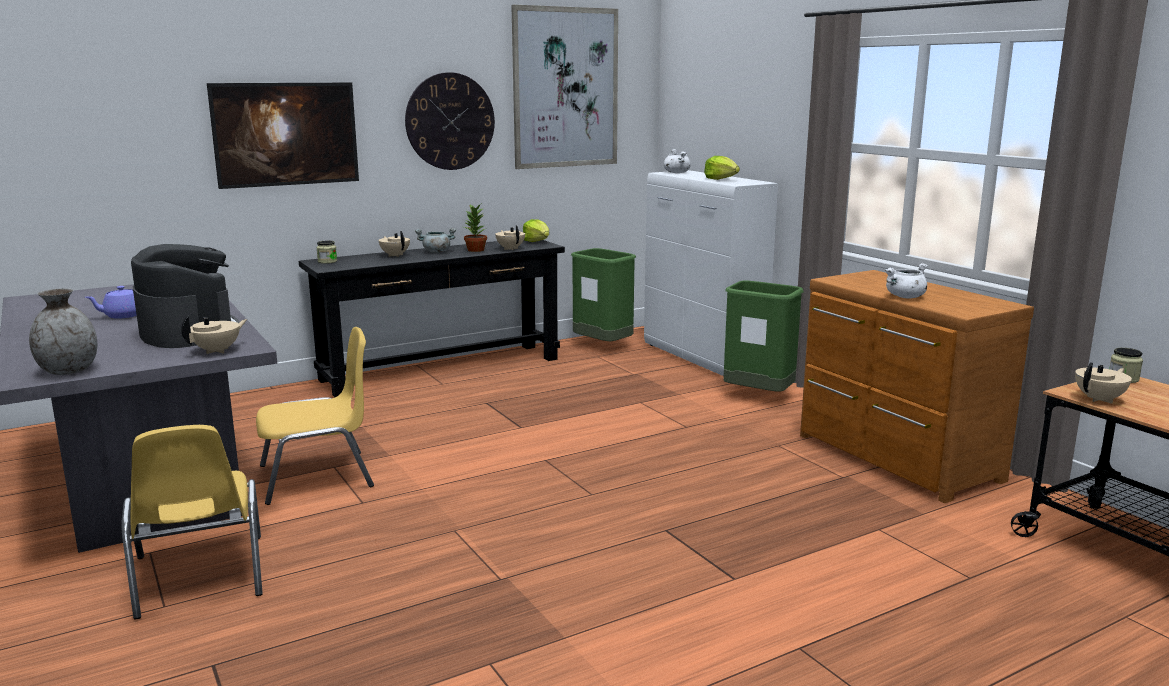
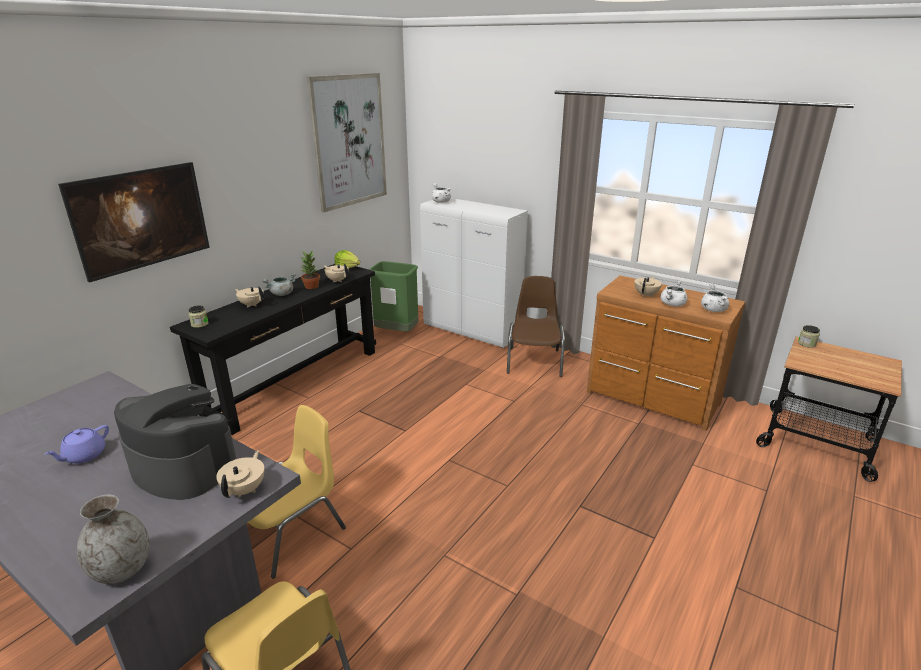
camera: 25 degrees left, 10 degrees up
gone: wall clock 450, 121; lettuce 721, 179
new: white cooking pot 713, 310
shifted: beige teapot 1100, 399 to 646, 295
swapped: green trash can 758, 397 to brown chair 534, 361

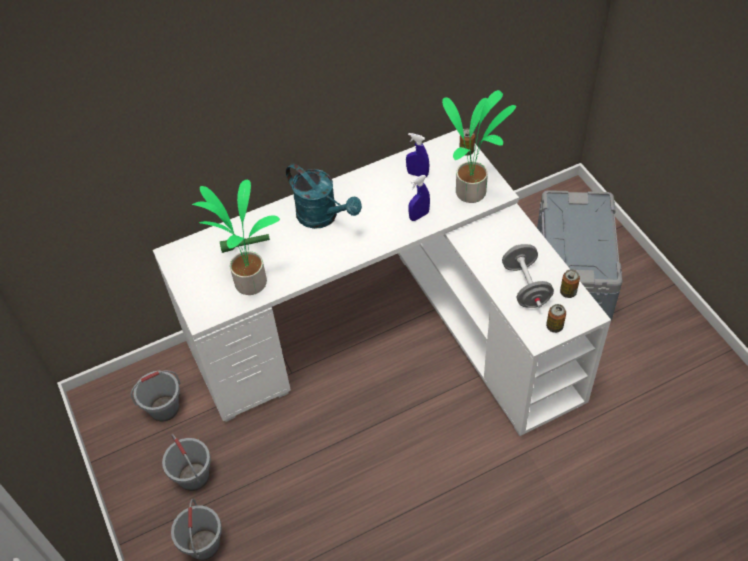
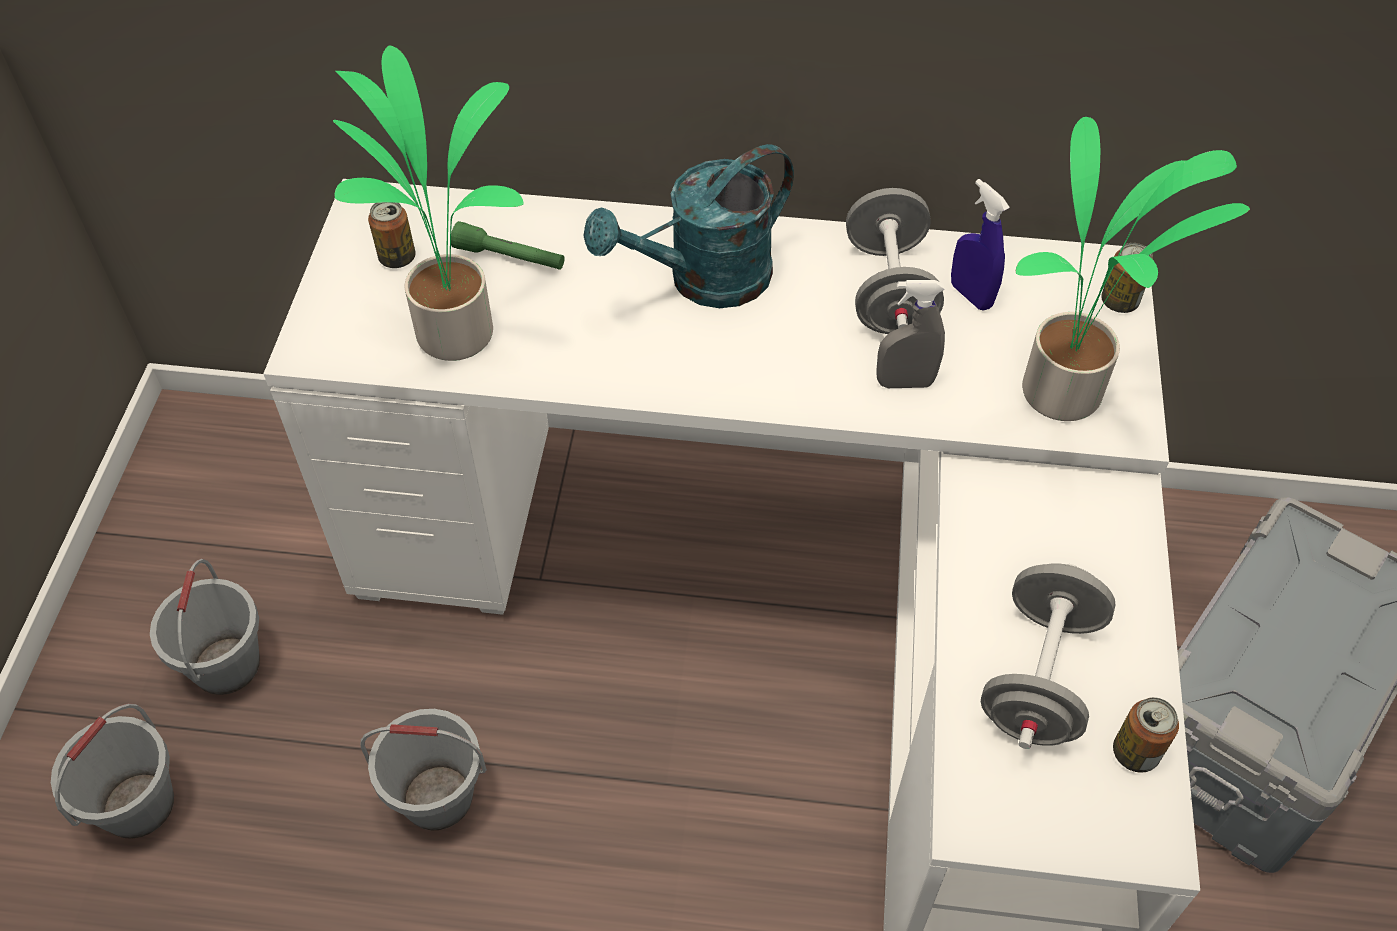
camera: 30 degrees right, 0 degrees up
new: grey dumbbell 888, 290
shifted: grey bucket 164, 408 to 438, 796; can 554, 326 to 397, 258
repainted: blue spray bottle 419, 216 to grey spray bottle 904, 383
rotated: turquoise watering can 323, 217 = 703, 281 75 degrees clockwise

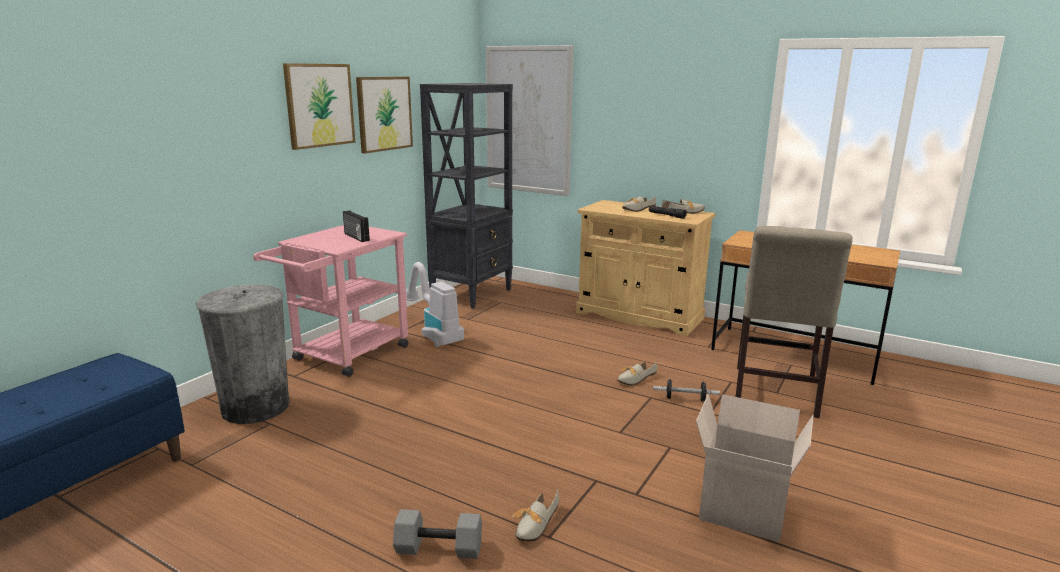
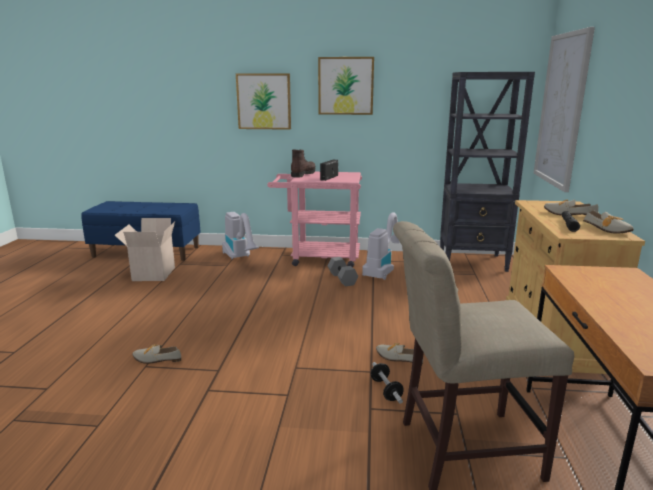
camera: 65 degrees right, 0 degrees up
new: brown boot 303, 174
shifted: cardboard box 741, 512 to 152, 273; picture 384, 113 to 264, 101; grey dumbbell 438, 550 to 341, 279
swapped: grey trash can 255, 407 to vacuum cleaner 240, 258

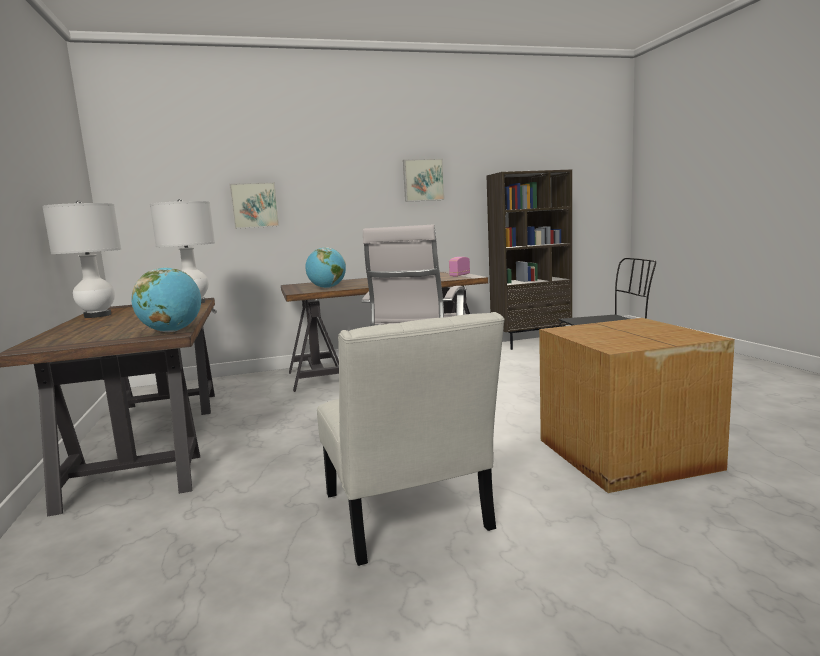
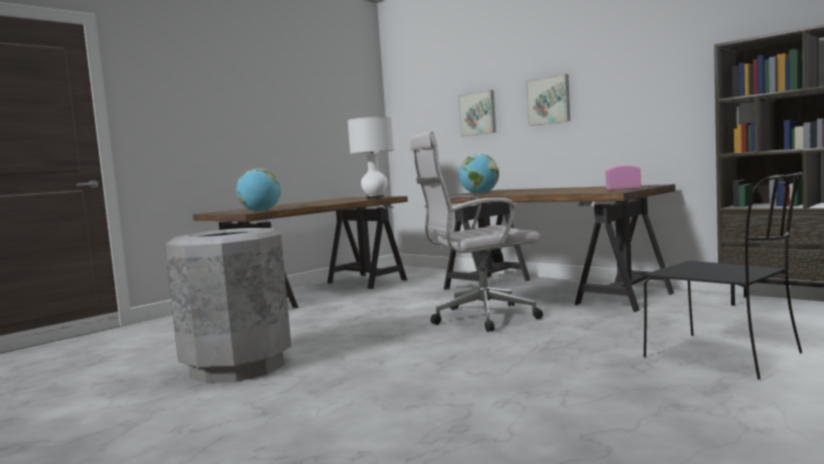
camera: 60 degrees right, 5 degrees down
gone: white table lamp 97, 315; cardboard box 625, 455
shifted: picture 423, 180 to 549, 100
swapped: white chair 407, 517 to grey trash can 237, 367

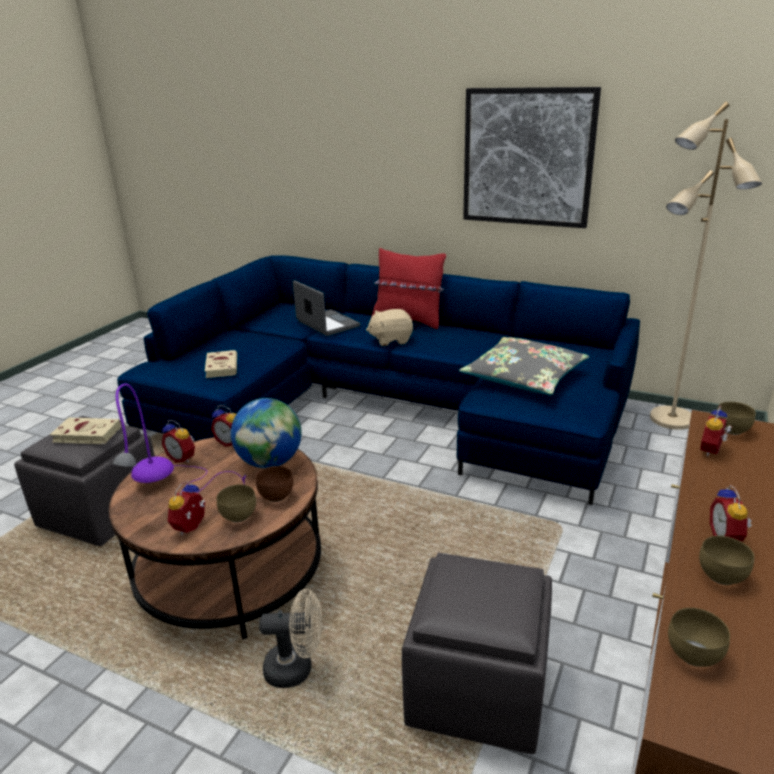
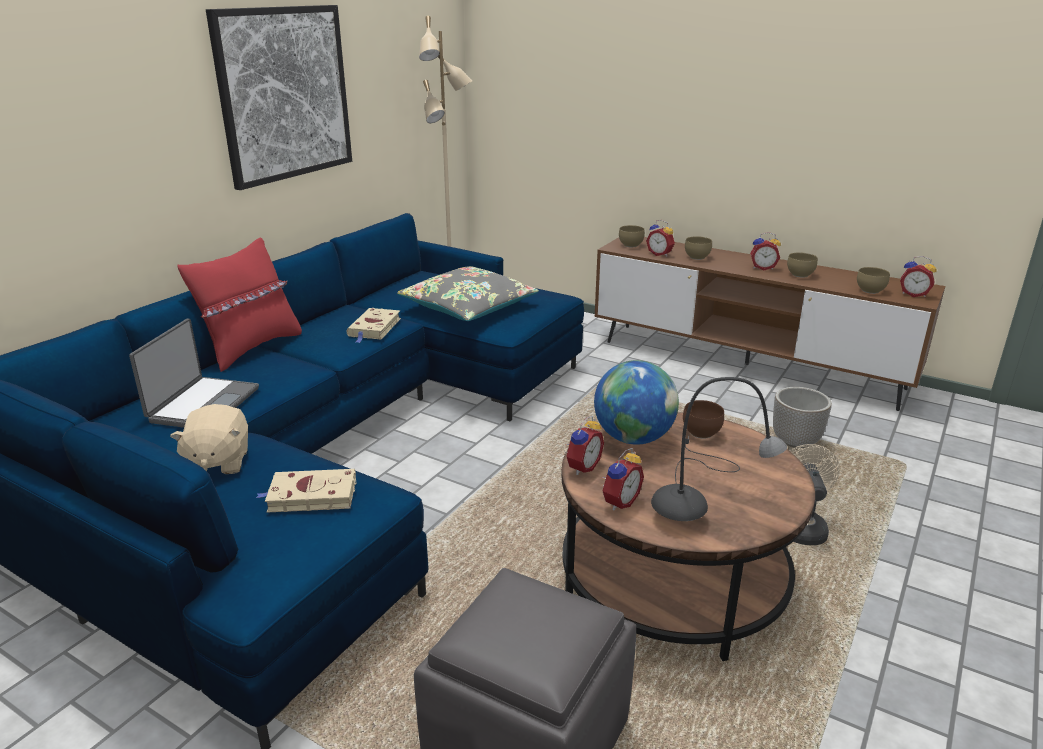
camera: 85 degrees left, 0 degrees up
shifted: beige plush toy 391, 340 to 218, 462; beige book 85, 434 to 374, 328; brown bowl 238, 515 to 696, 257; alarm clock 192, 528 to 914, 294
swapped: grey ottoman 479, 691 to planter 796, 441
repainted: purple table lamp 168, 491 to grey table lamp 698, 505
rotated: laptop 326, 324 = 203, 404 135 degrees clockwise

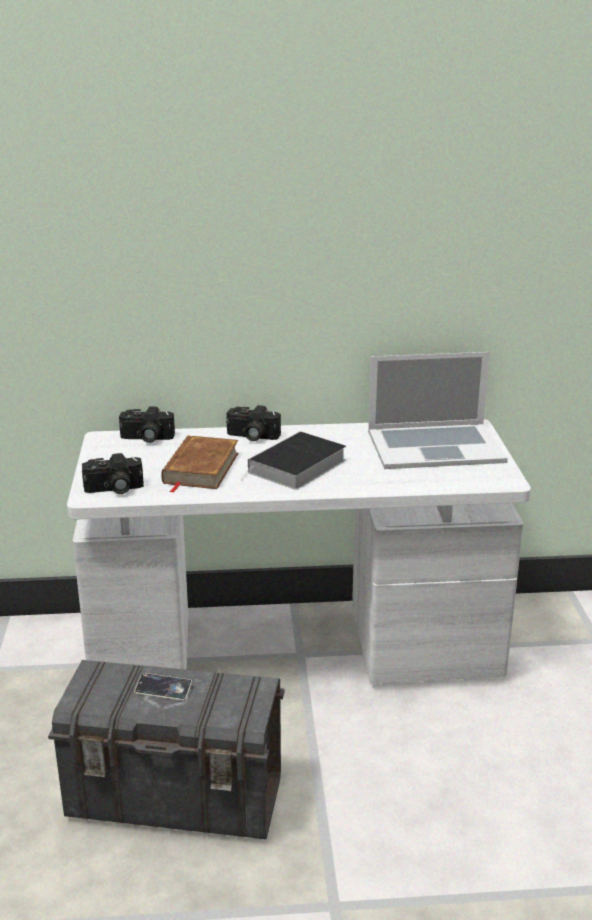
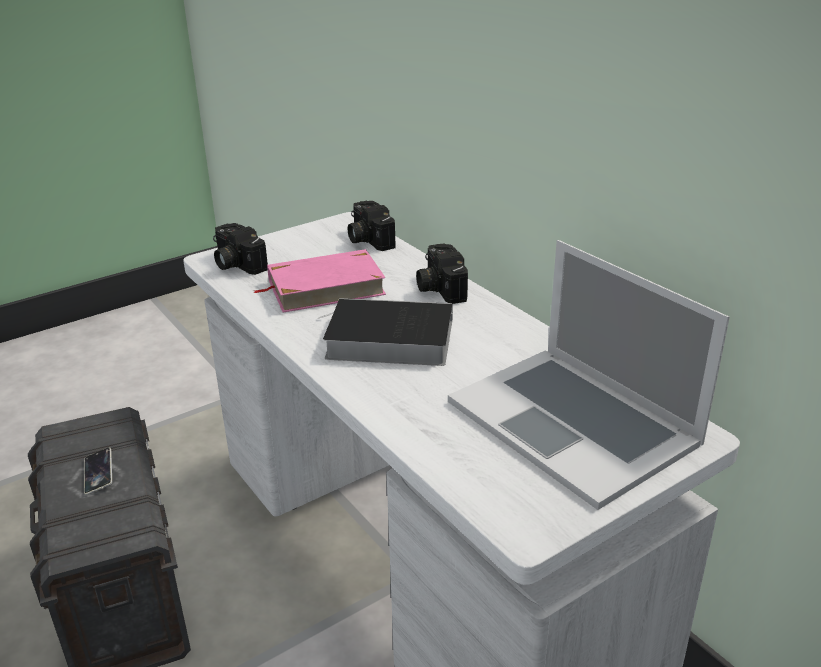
camera: 60 degrees right, 5 degrees up
repainted: brown book 200, 468 to pink book 325, 287

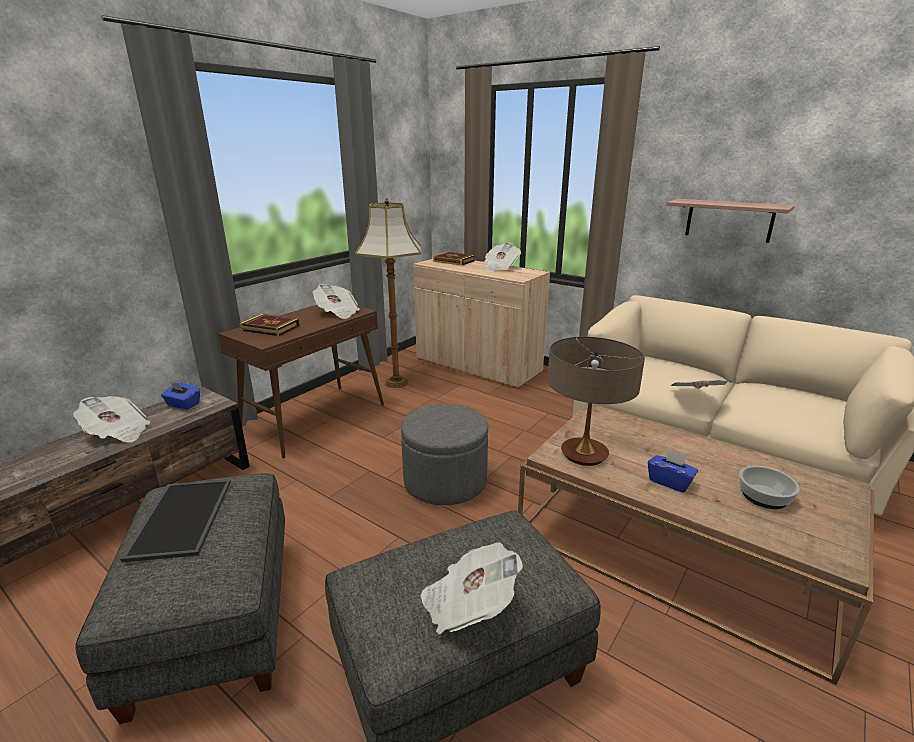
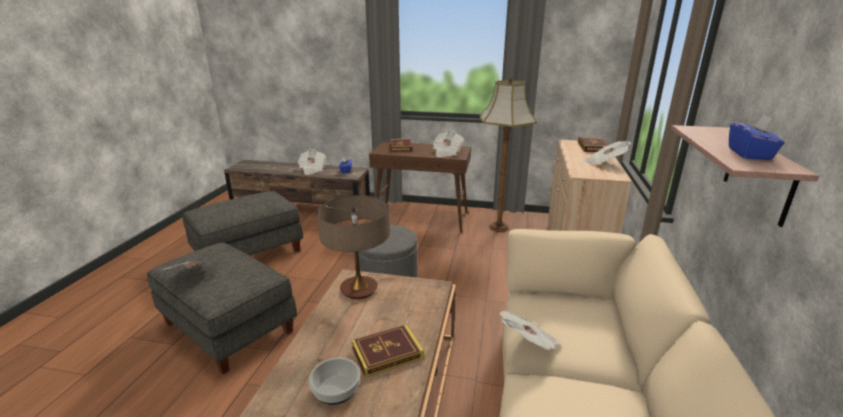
camera: 65 degrees right, 0 degrees up
gone: tray 180, 517
new: book 387, 353
shifted: blue tissue box 670, 482 to 749, 154

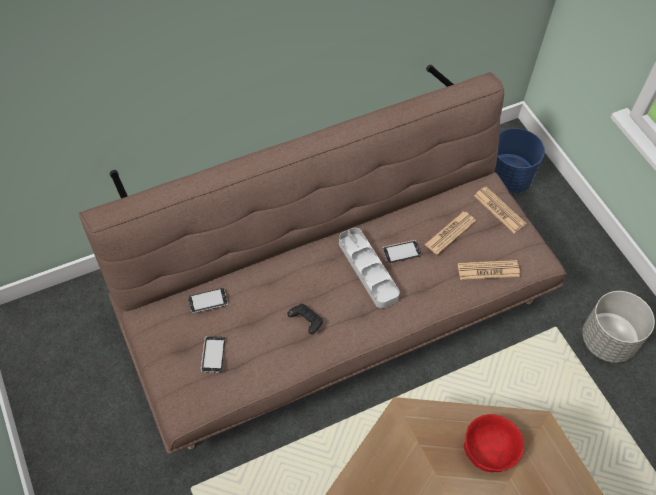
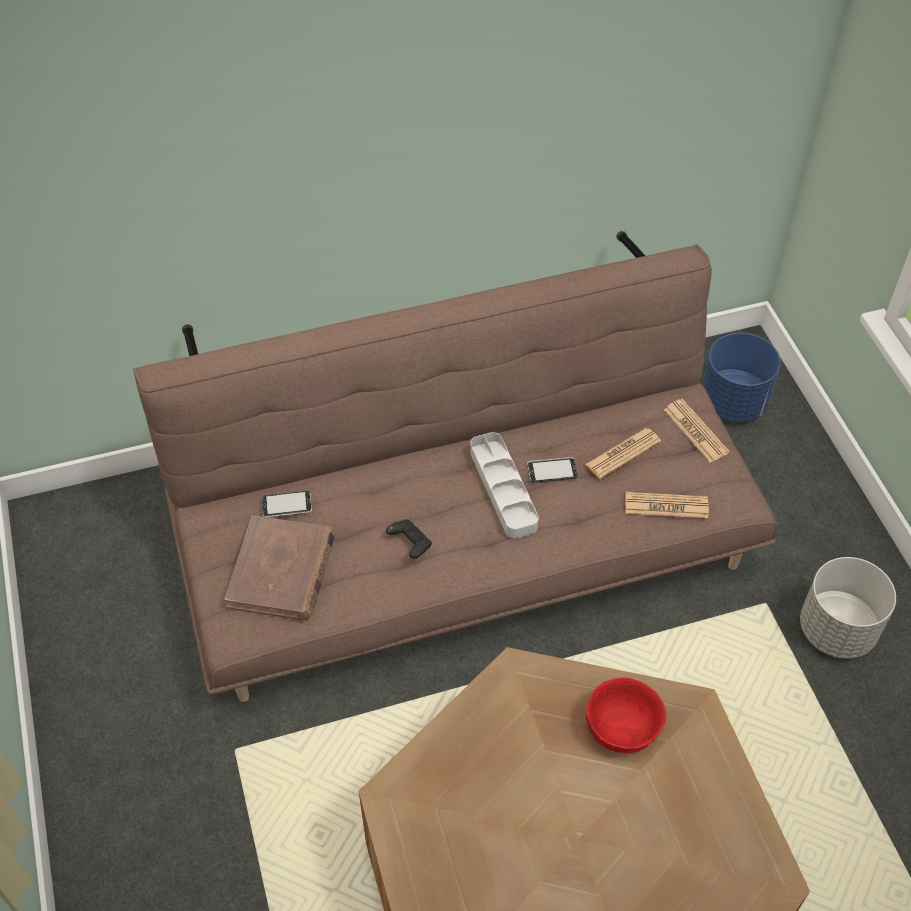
camera: 10 degrees right, 5 degrees down
swapped: phone 213, 355 to brown book 282, 571

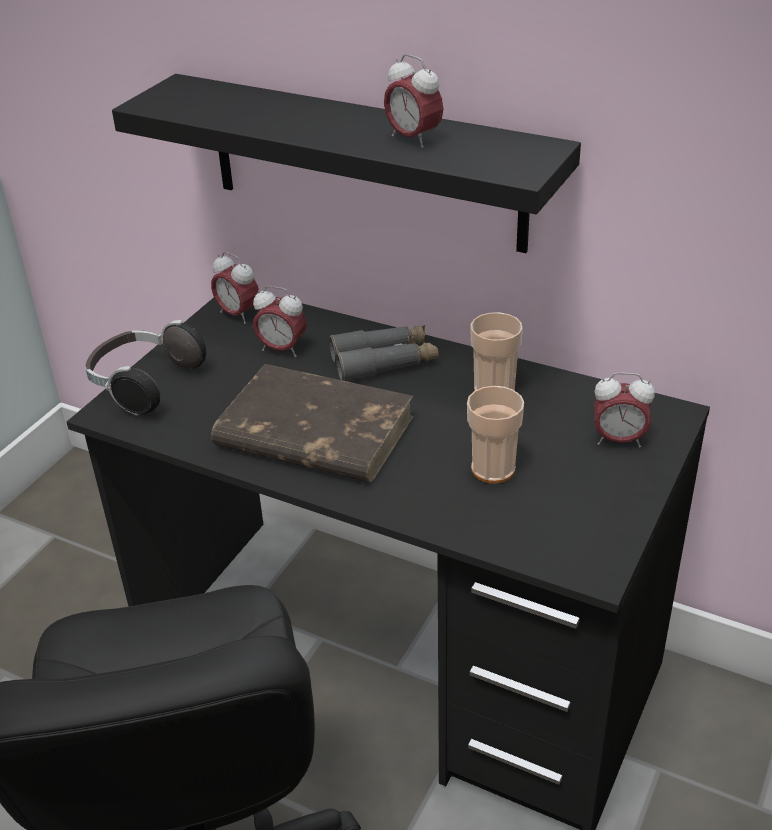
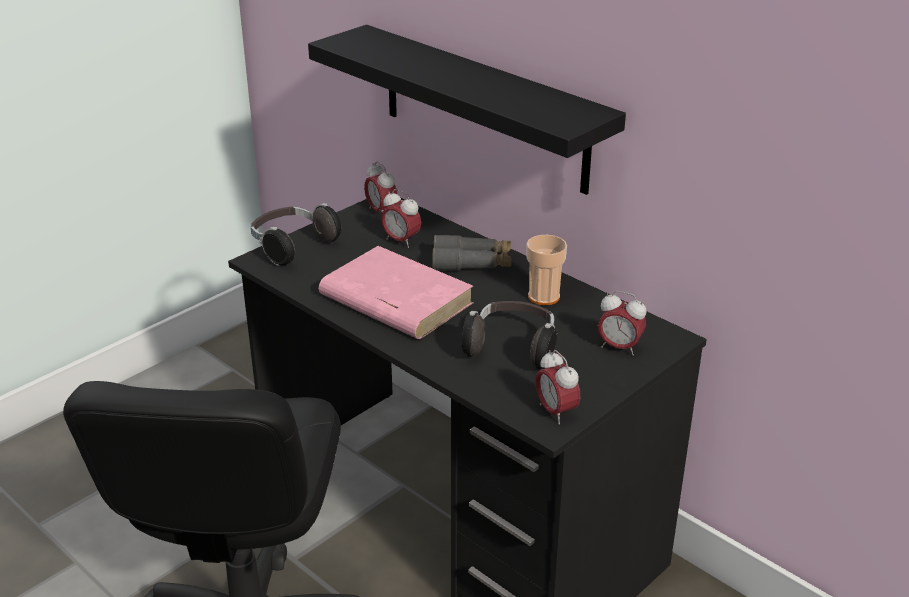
camera: 15 degrees right, 5 degrees down
shifted: alarm clock 413, 139 to 556, 412
swapped: cup 493, 469 to headphones 512, 348
repainted: brown book 312, 432 to pink book 395, 299

